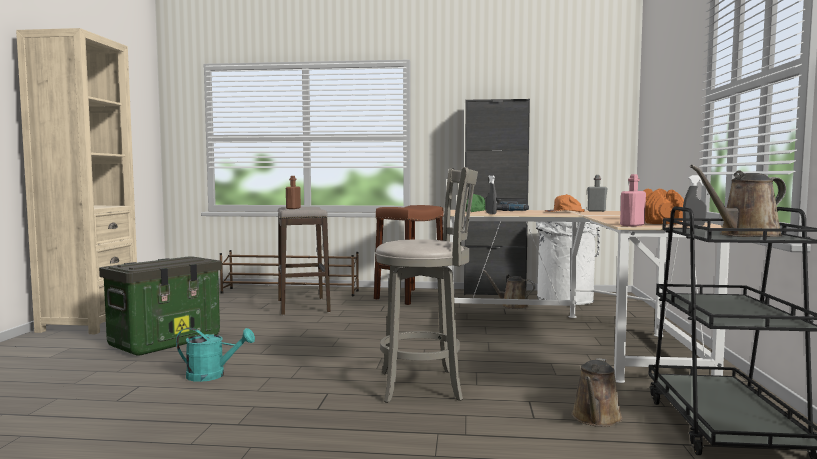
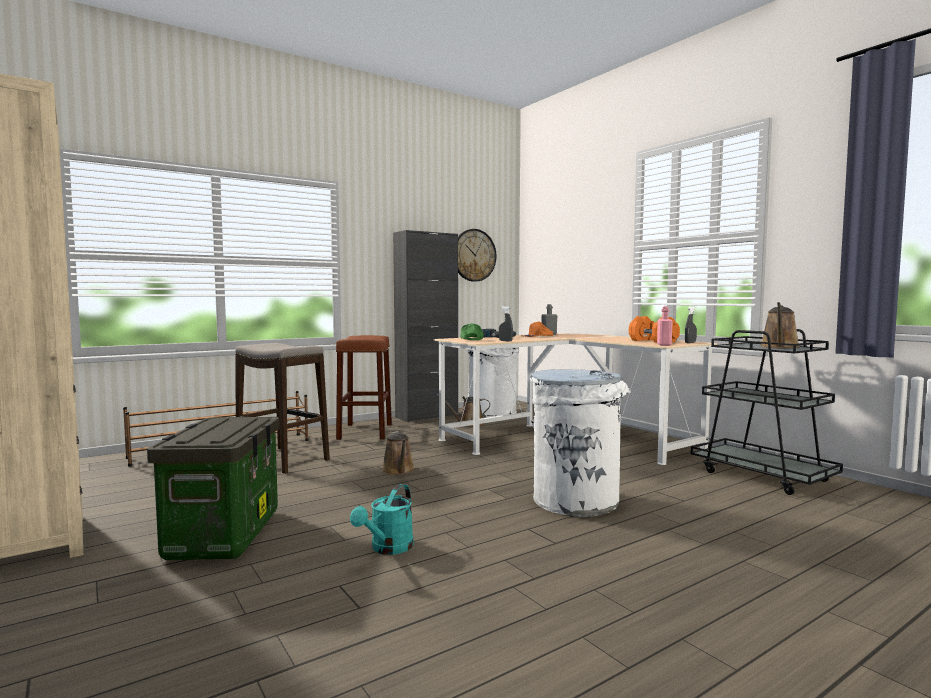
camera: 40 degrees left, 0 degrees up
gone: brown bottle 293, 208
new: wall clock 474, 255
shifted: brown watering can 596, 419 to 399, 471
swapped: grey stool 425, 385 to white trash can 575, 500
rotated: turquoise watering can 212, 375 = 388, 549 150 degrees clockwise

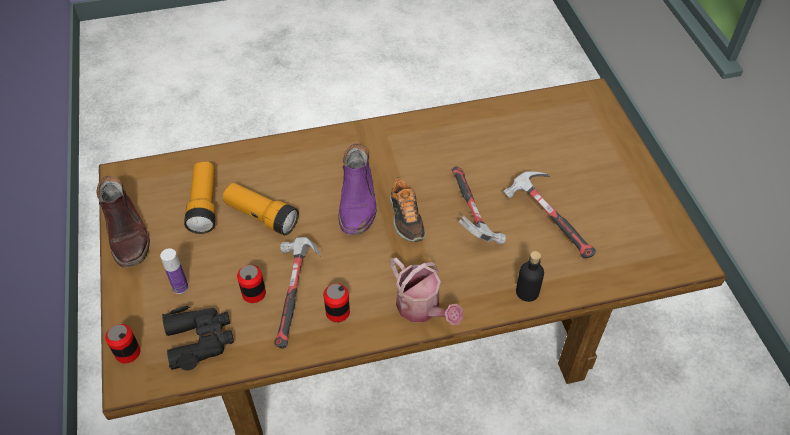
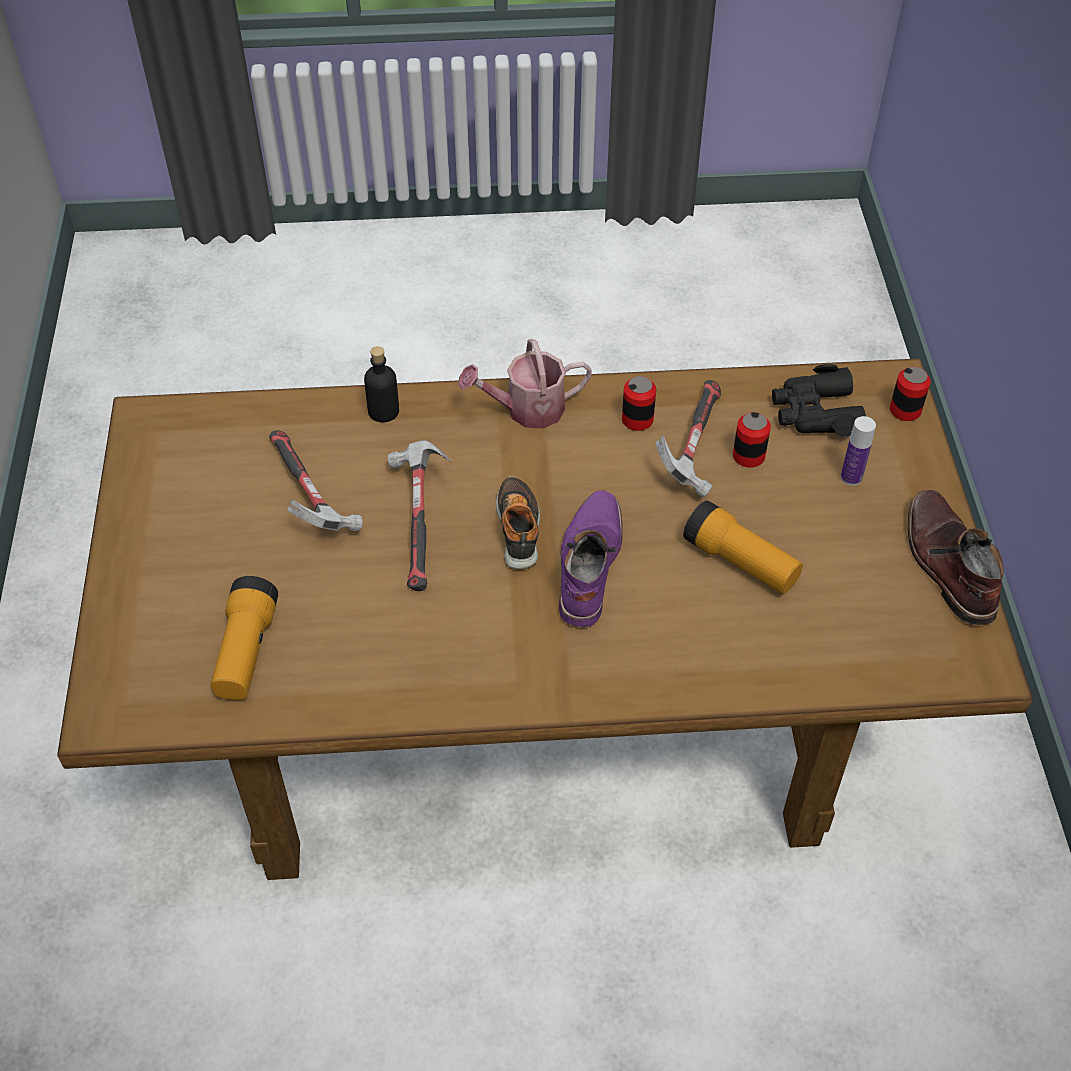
camera: 170 degrees left, 0 degrees up
shifted: flashlight 204, 205 to 246, 651
rotated: watering can 422, 309 = 526, 409 75 degrees counterclockwise

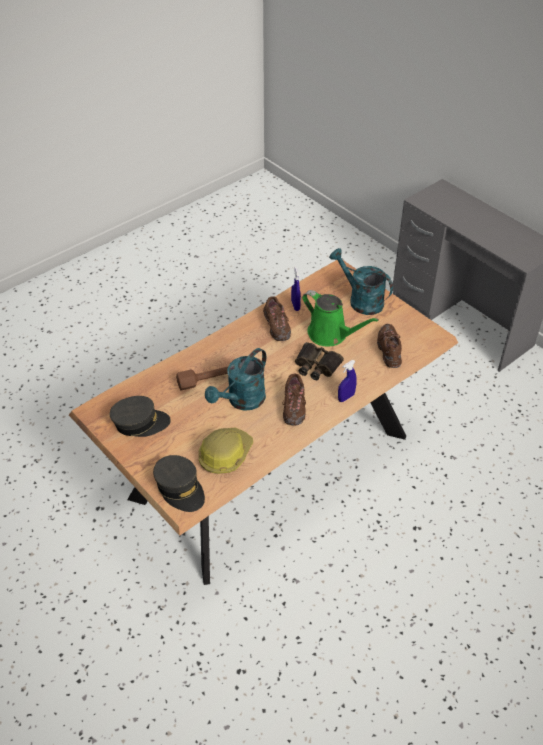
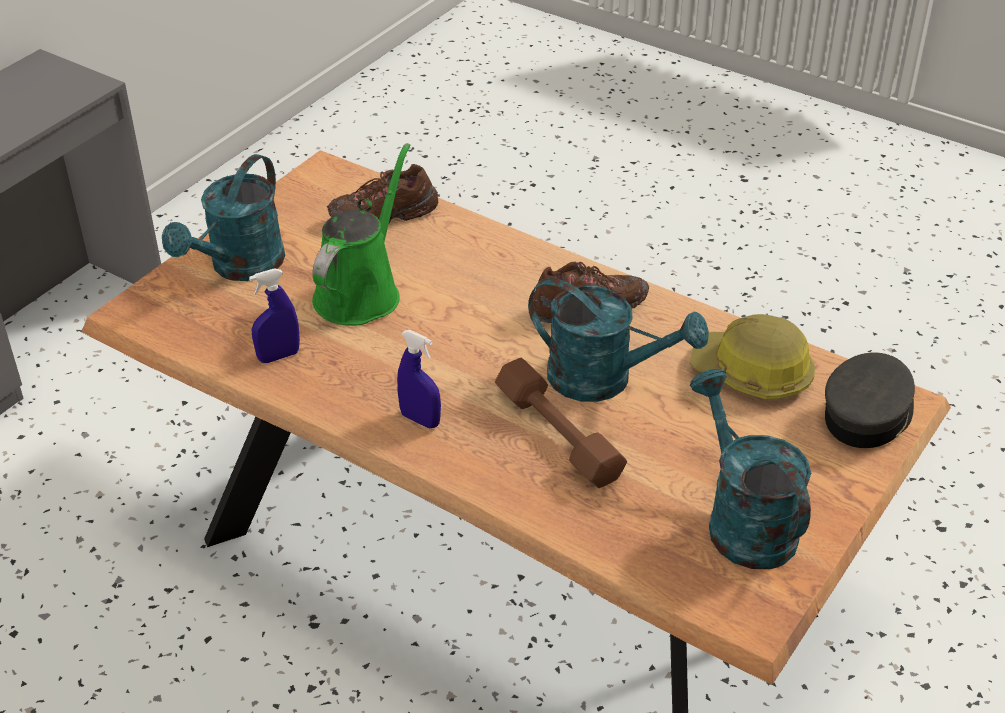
camera: 105 degrees left, 5 degrees down
gone: brown shoe 277, 327; binoculars 316, 366
shifted: blue spray bottle 346, 397 to 420, 419
swapped: grey cap 140, 423 to turquoise watering can 743, 520

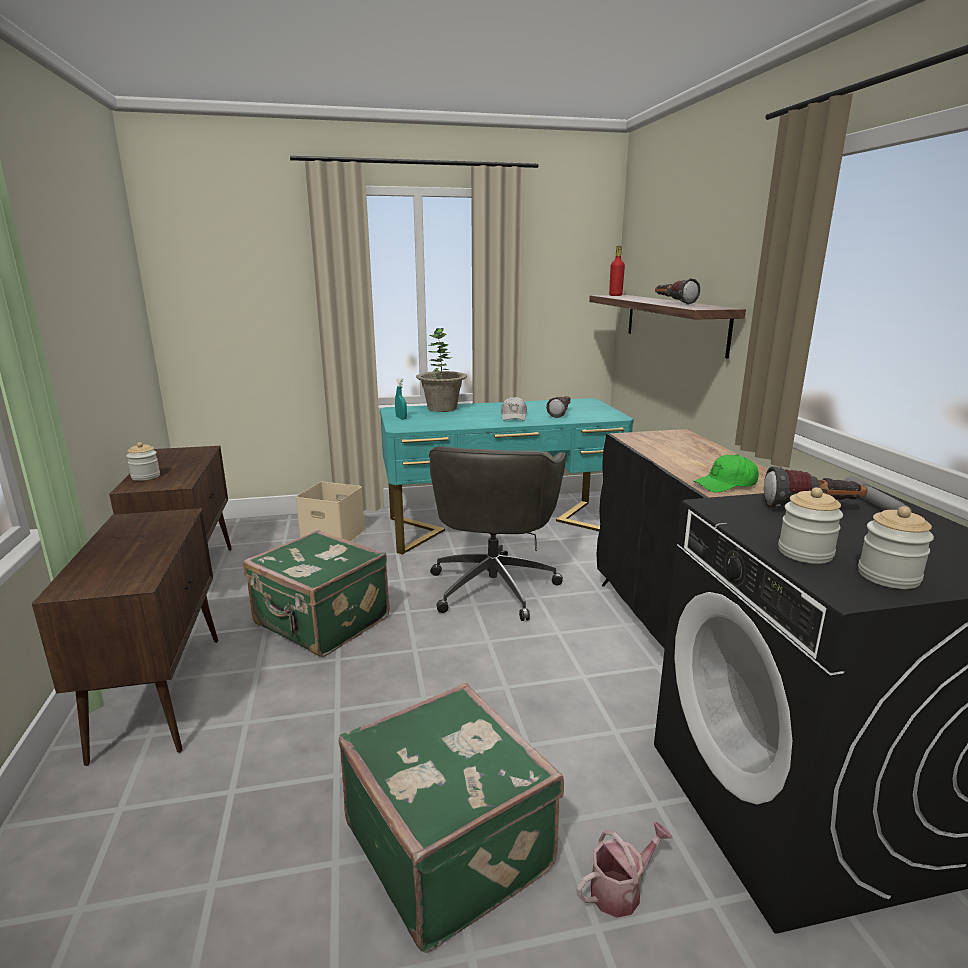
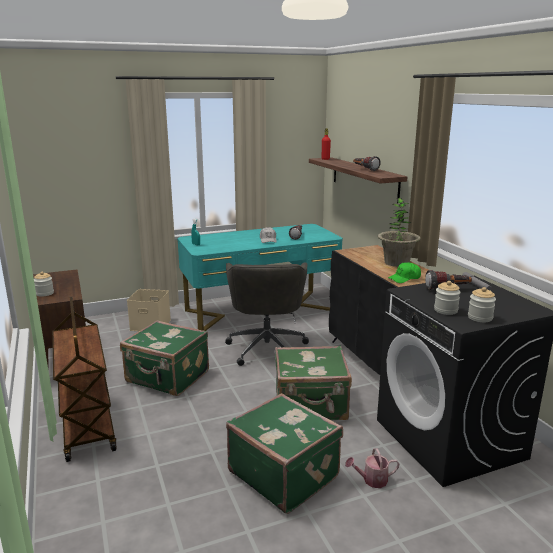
camera: 10 degrees left, 0 degrees up
new: green suitcase 311, 405
shifted: potted plant 442, 408 to 396, 263
swapped: brown cabinet 161, 693 to brown cart 87, 424
rotated: watering can 621, 889 = 371, 480 150 degrees counterclockwise

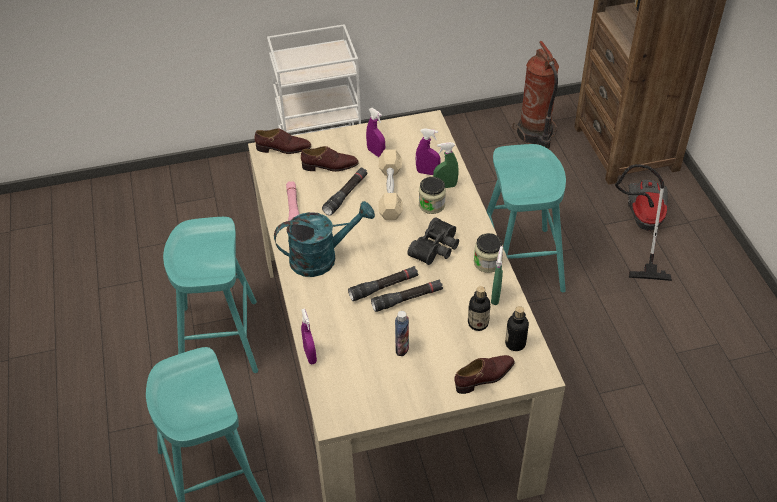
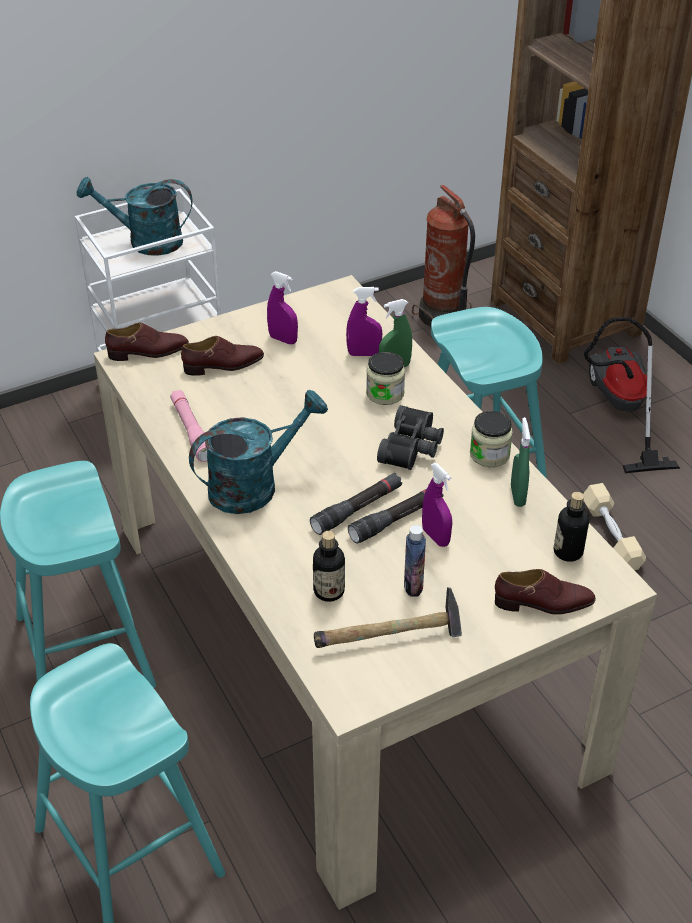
camera: 15 degrees left, 5 degrees down
gone: black flashlight 346, 195
new: turquoise watering can 145, 242; hammer 392, 638
shifted: bottle 478, 323 to 329, 591; purple spray bottle 310, 355 to 435, 537; beige dumbbell 390, 192 to 611, 536
rotated: brown shoe 484, 377 = 543, 603 45 degrees clockwise

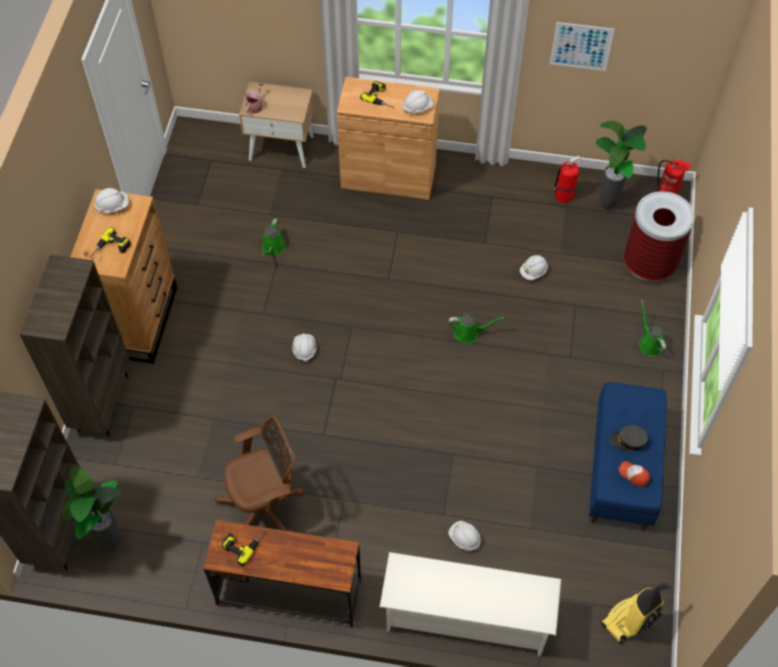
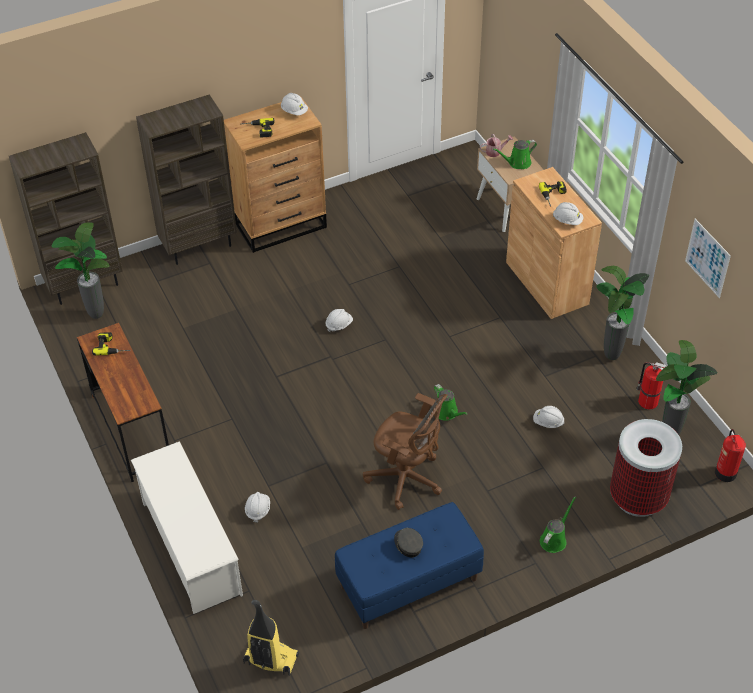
camera: 55 degrees right, 10 degrees down
gone: cap 634, 475
new: potted plant 611, 357
shifted: brown office chair 265, 507 to 407, 478; green watering can 273, 248 to 517, 163

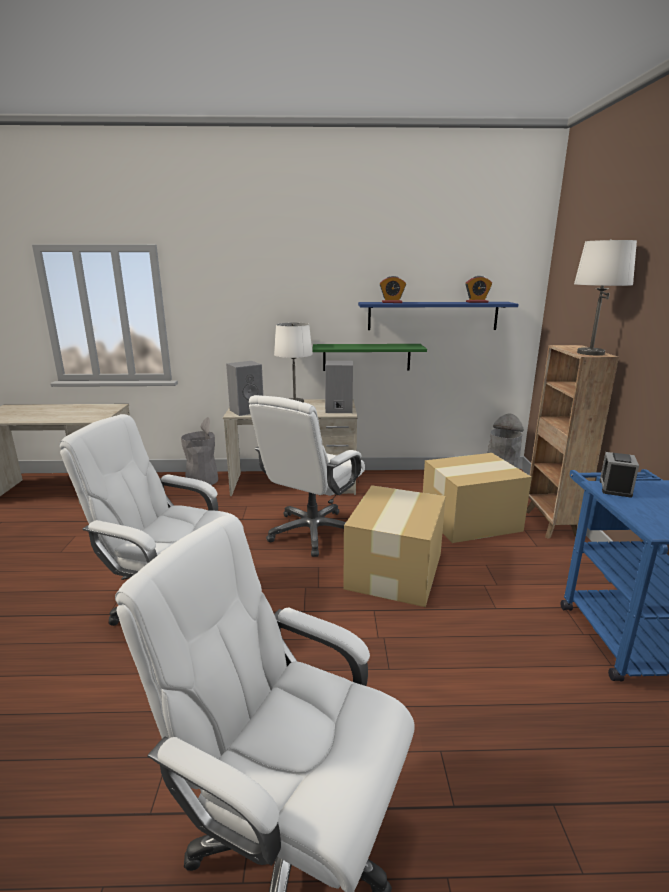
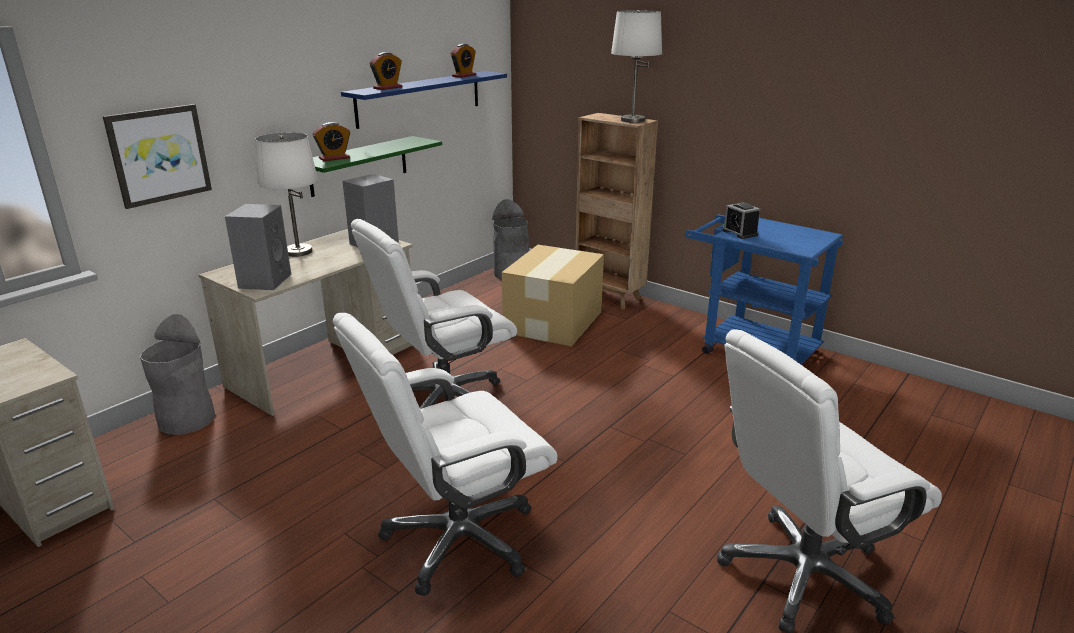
camera: 50 degrees left, 5 degrees up
gone: cardboard box 393, 571
new: picture 159, 155; alarm clock 334, 158
rotated: white office chair 312, 532 = 444, 400 75 degrees clockwise

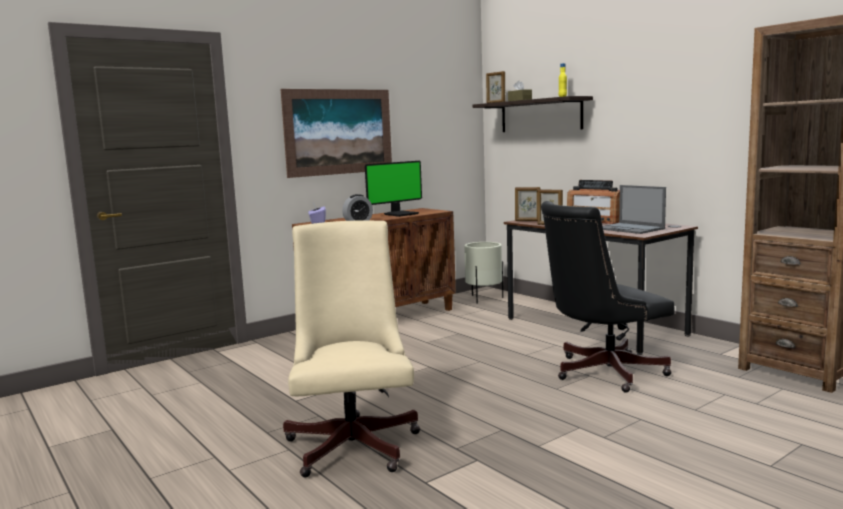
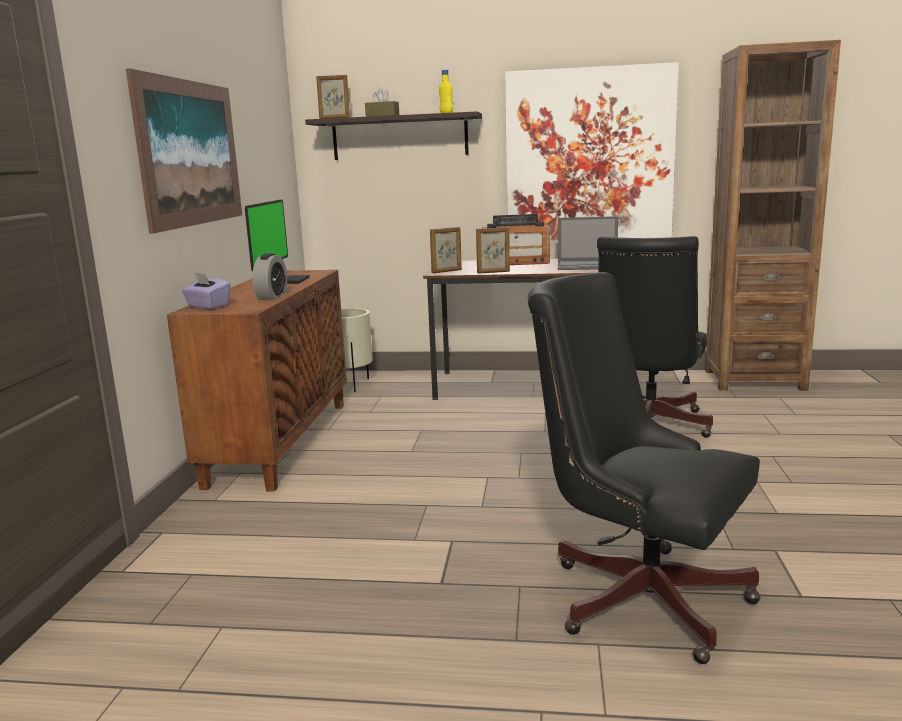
camera: 45 degrees left, 5 degrees up
new: picture 589, 155
repainted: beige office chair 354, 441 to black office chair 636, 594

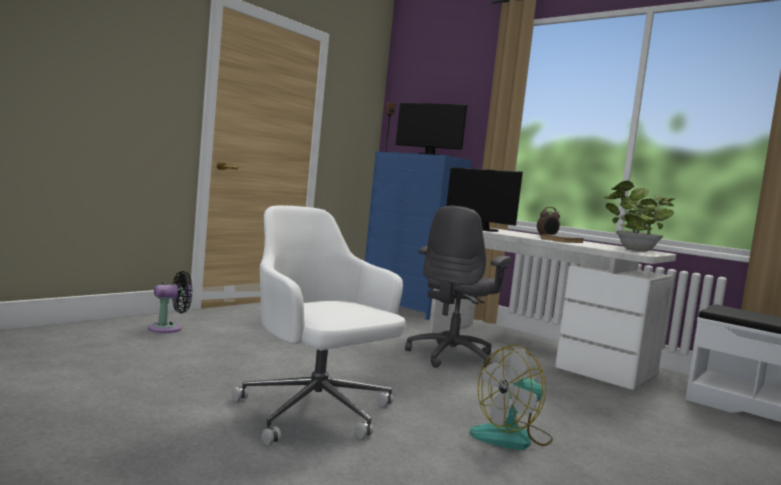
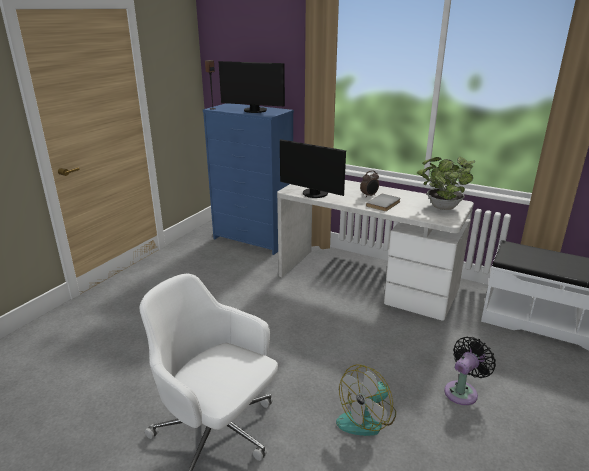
camera: 10 degrees left, 20 degrees up
gone: grey office chair 452, 356
shifted: black fan 169, 328 to 463, 391

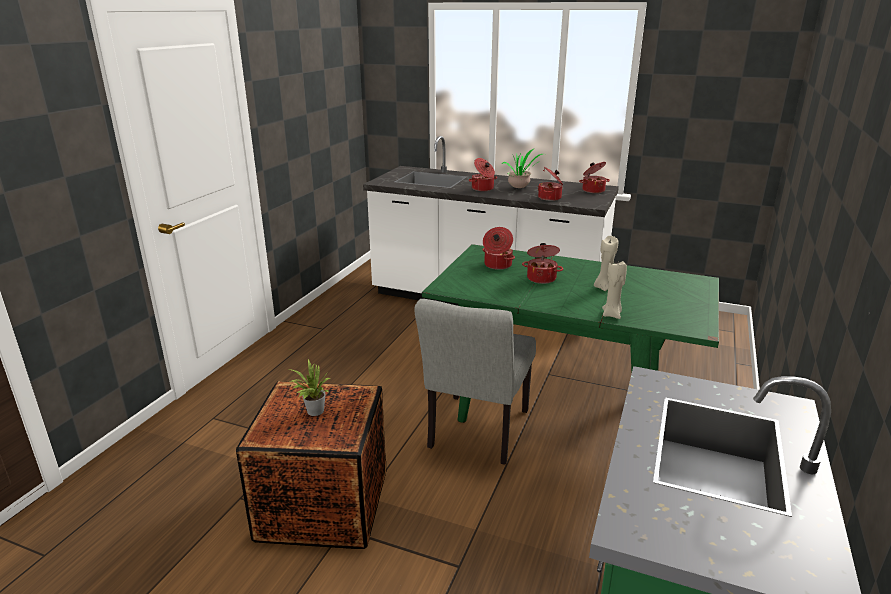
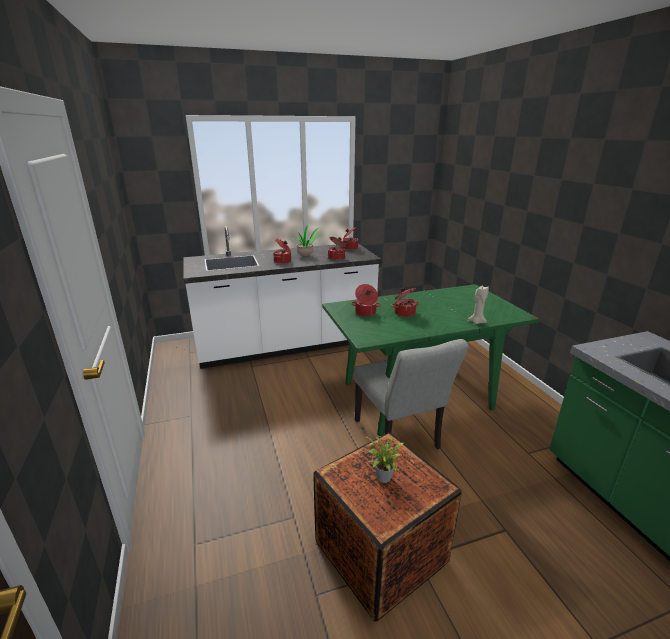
camera: 40 degrees left, 0 degrees up
gone: beige candle 603, 287

